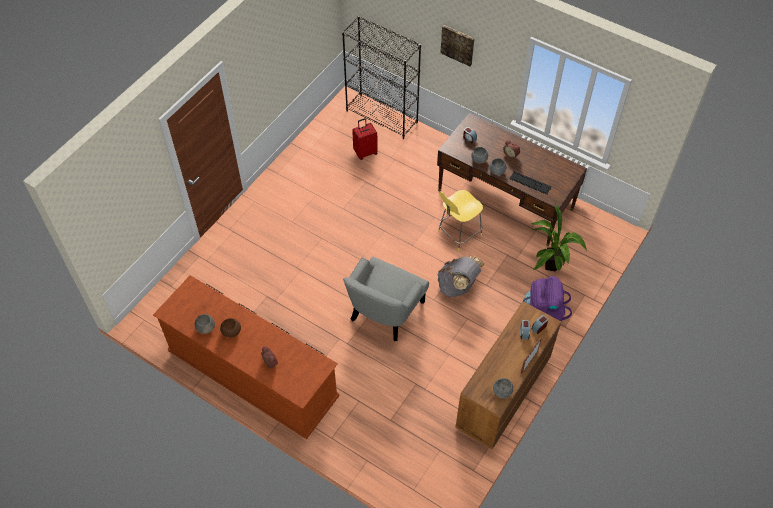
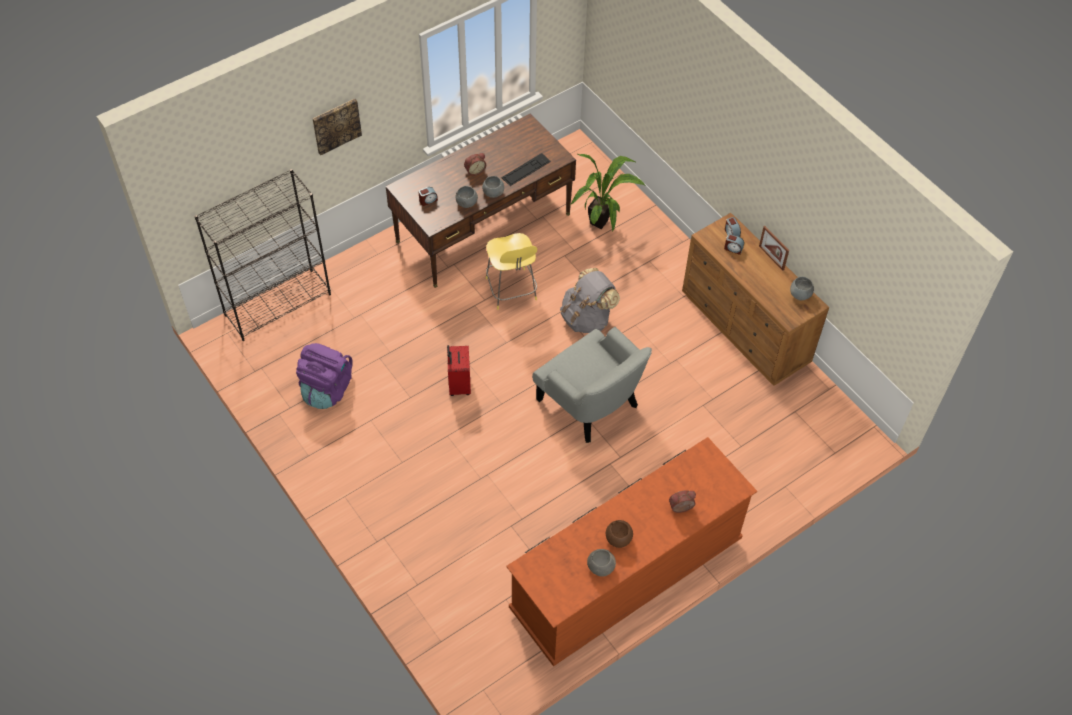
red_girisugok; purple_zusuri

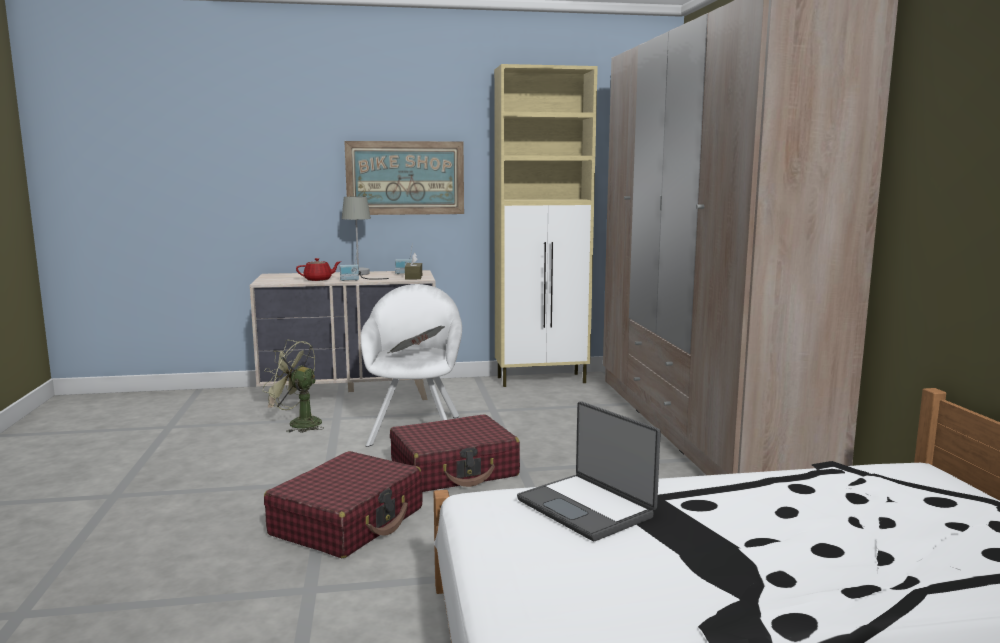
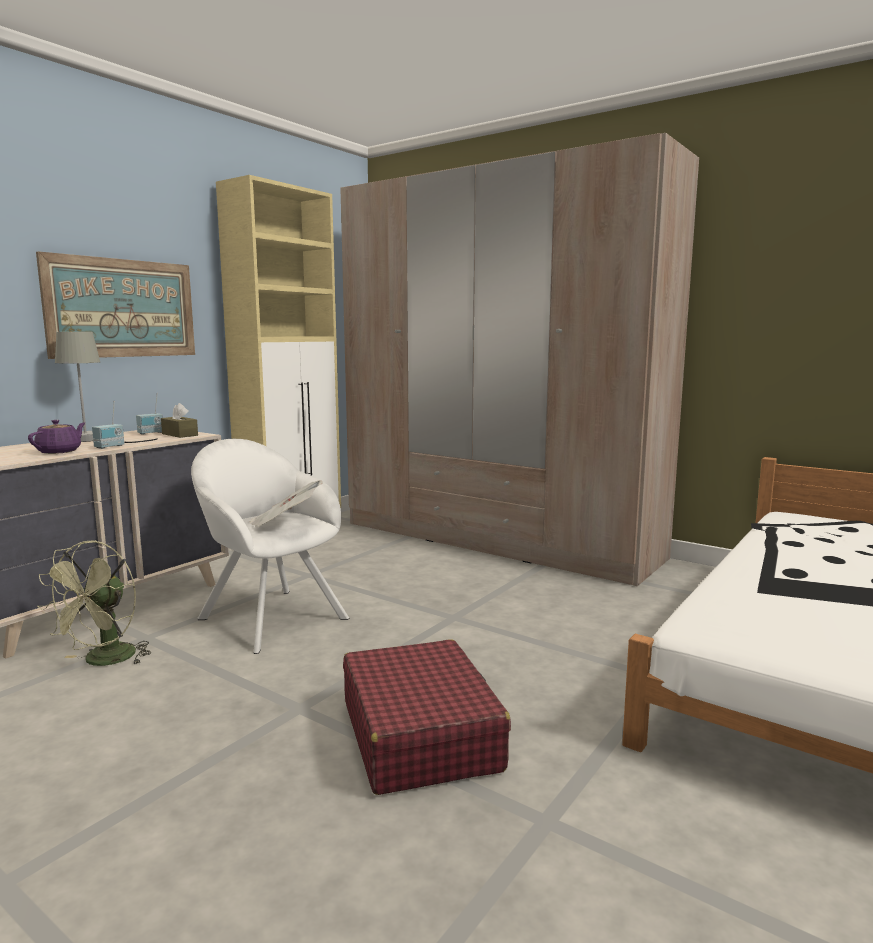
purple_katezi; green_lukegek; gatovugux; red_girisugok (2nd from left in the first image)

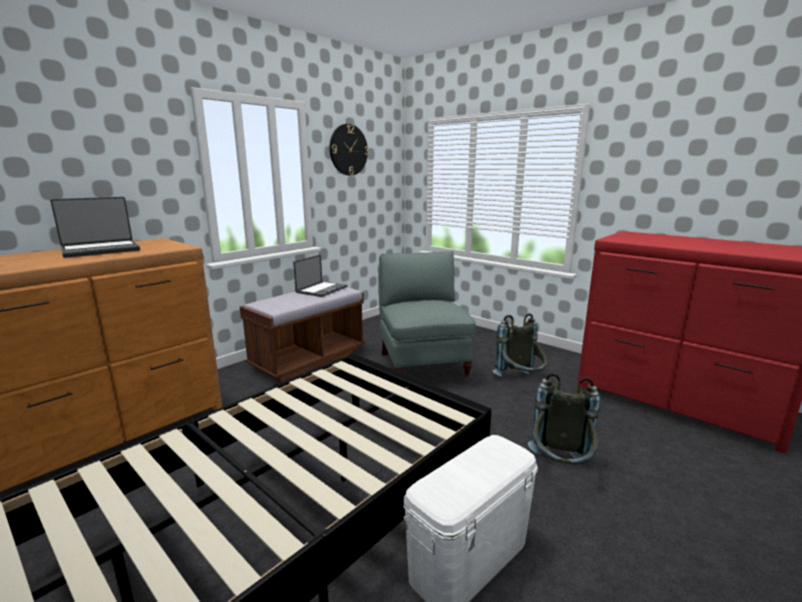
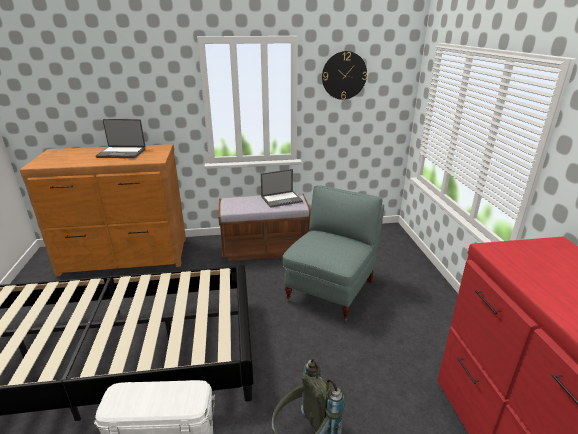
grey_zusuri (1st from left in the first image)

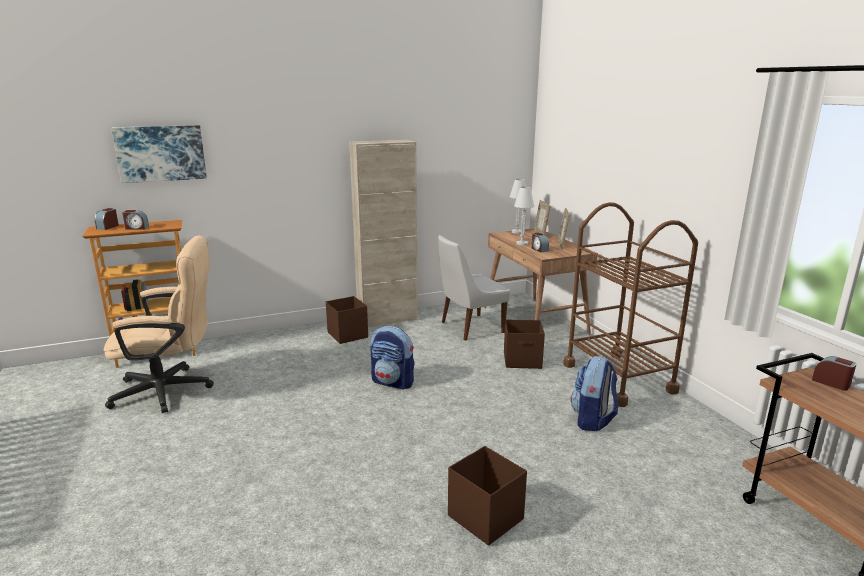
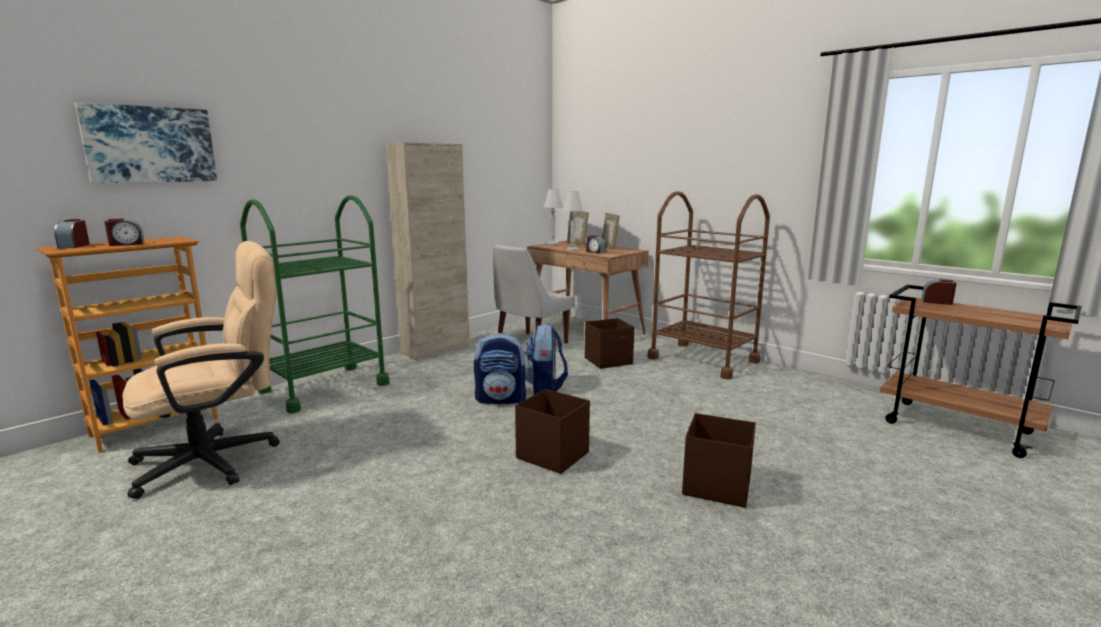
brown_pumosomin (1st from left); zusuri (2nd from left); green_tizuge

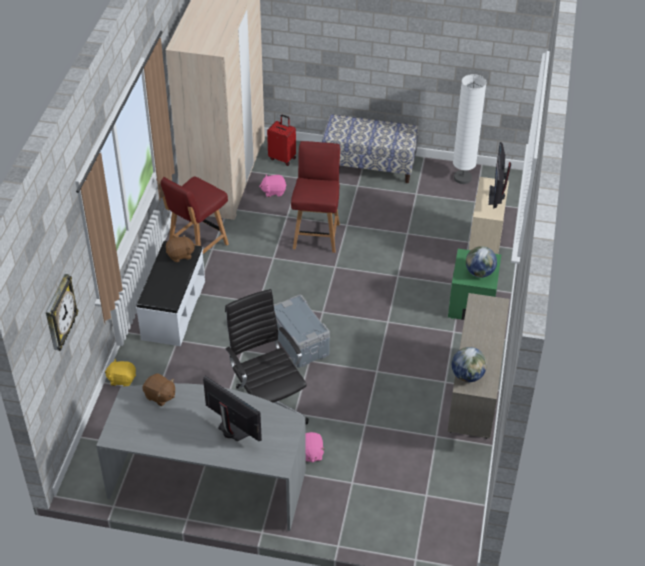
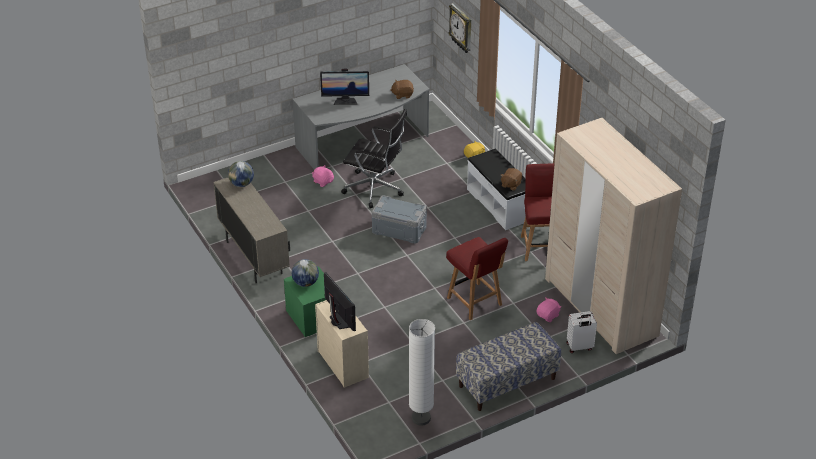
white_girisugok

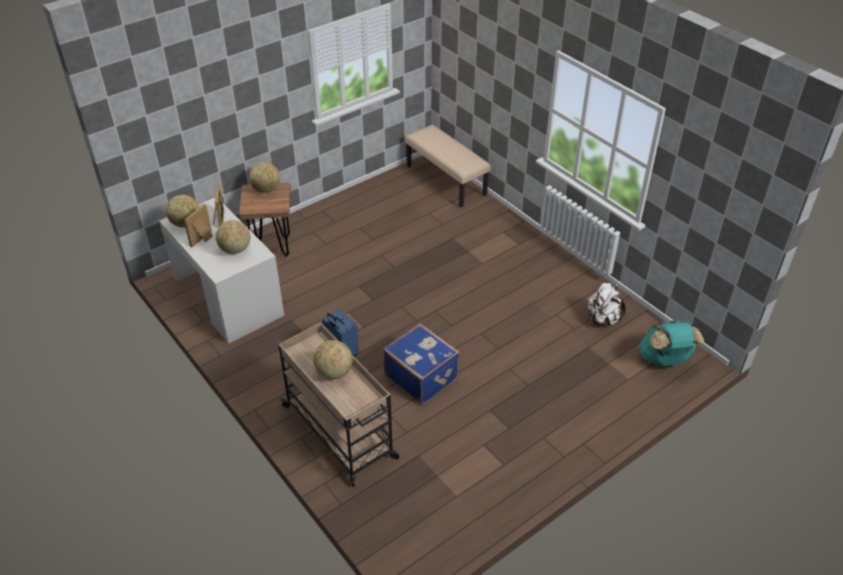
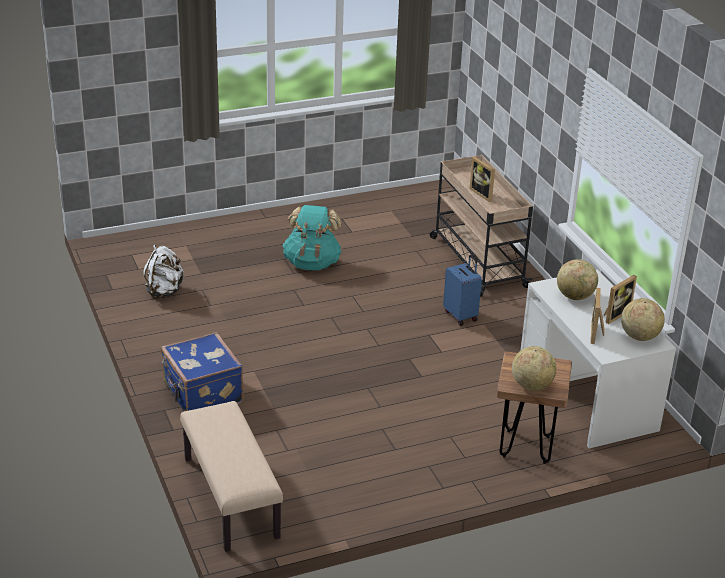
turquoise_zusuri; blue_girisugok (1st from left); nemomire (1st from left)

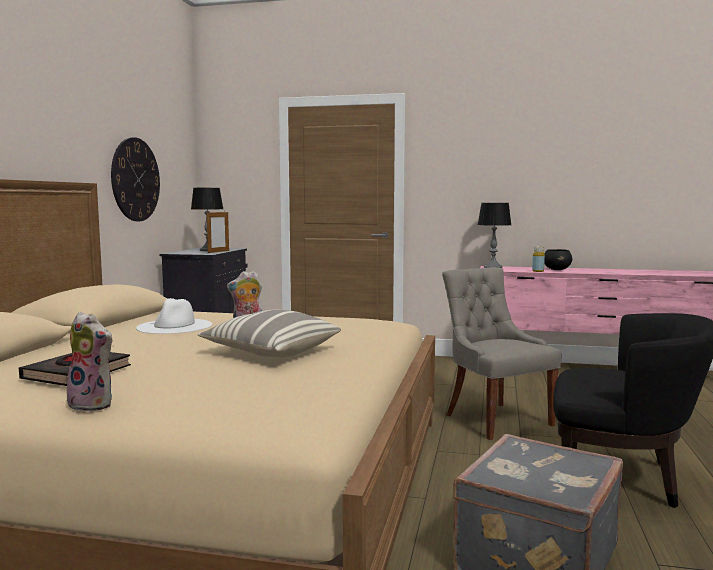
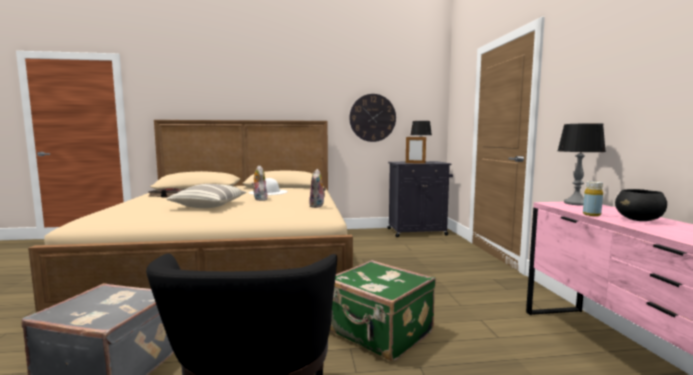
green_girisugok; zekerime (2nd from left)

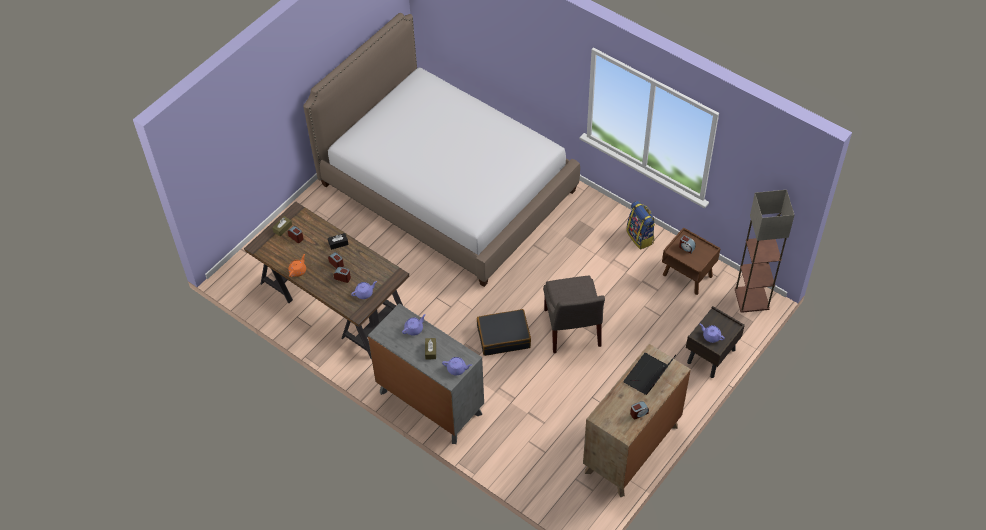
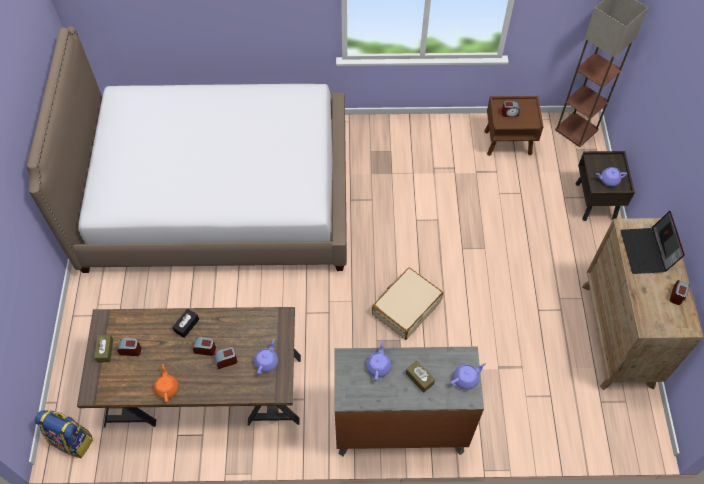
zusuri; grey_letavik; beige_girisugok

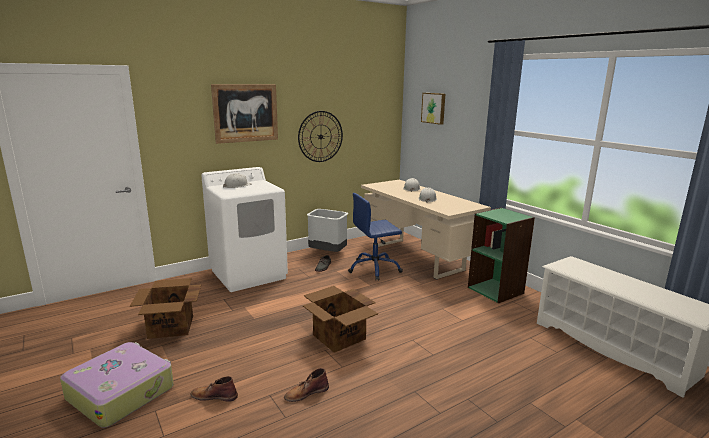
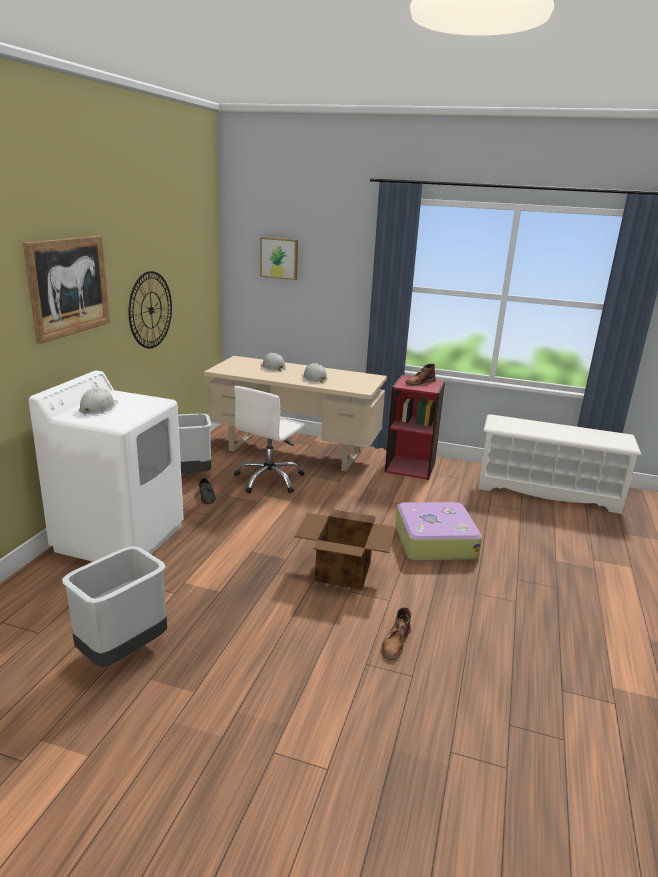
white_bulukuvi; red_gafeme; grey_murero (1st from left); girisugok; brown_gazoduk (2nd from left)

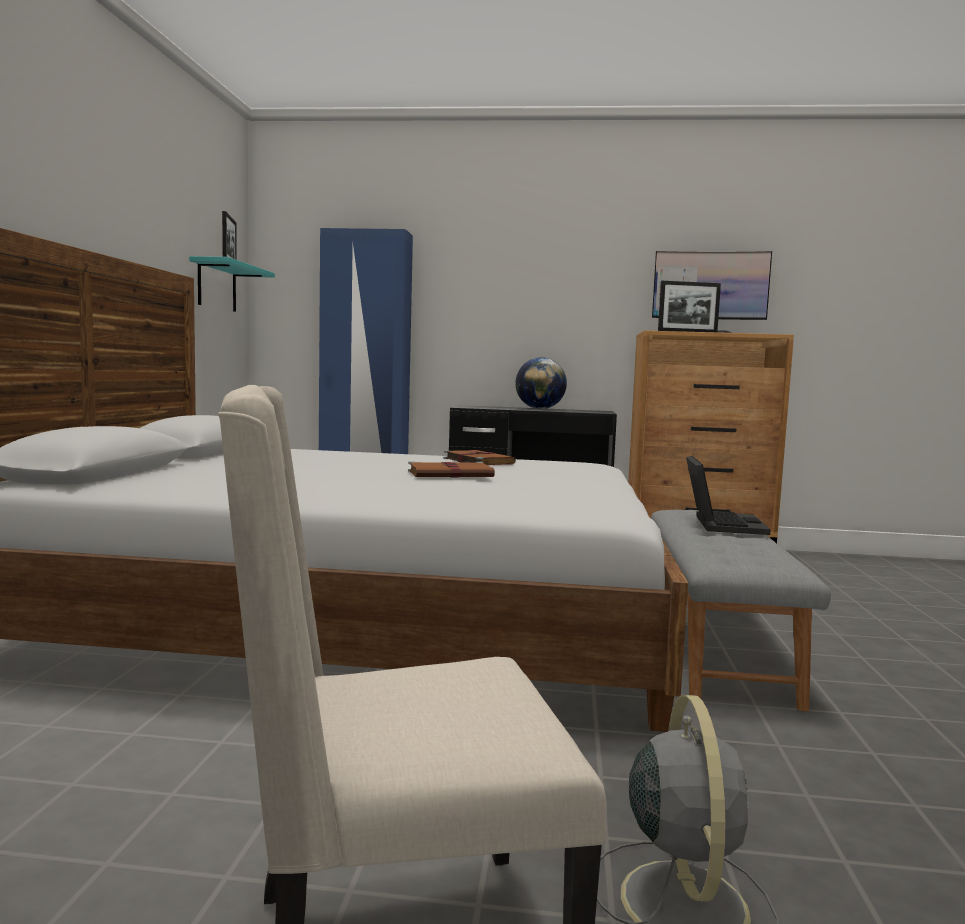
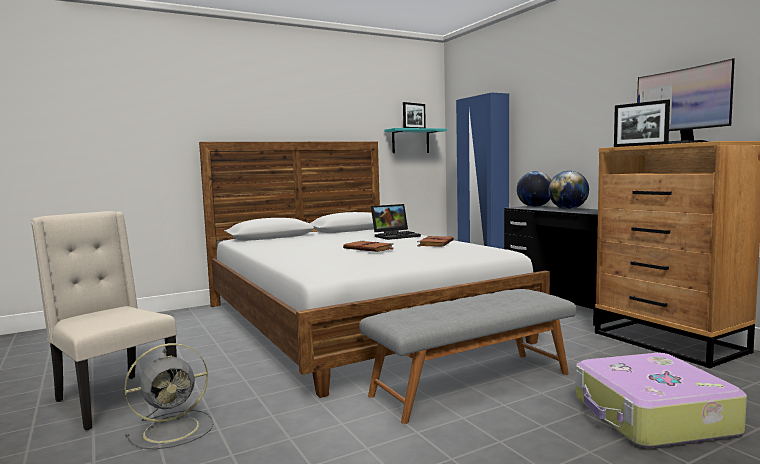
gatovugux; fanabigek (1st from left); girisugok

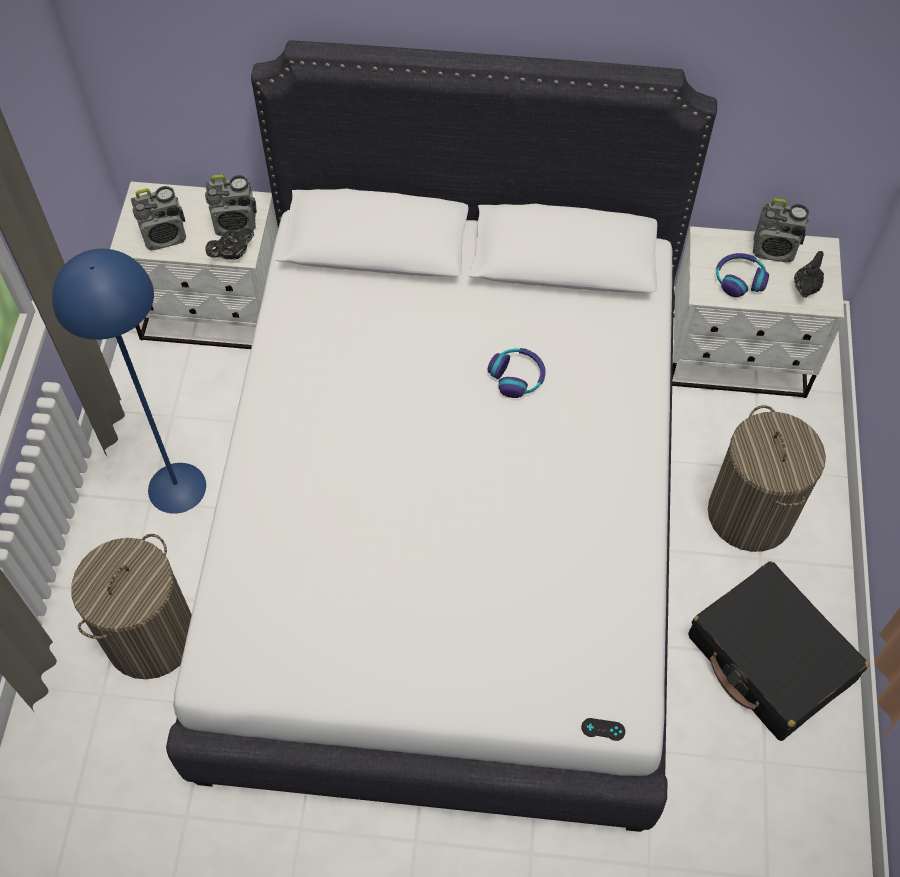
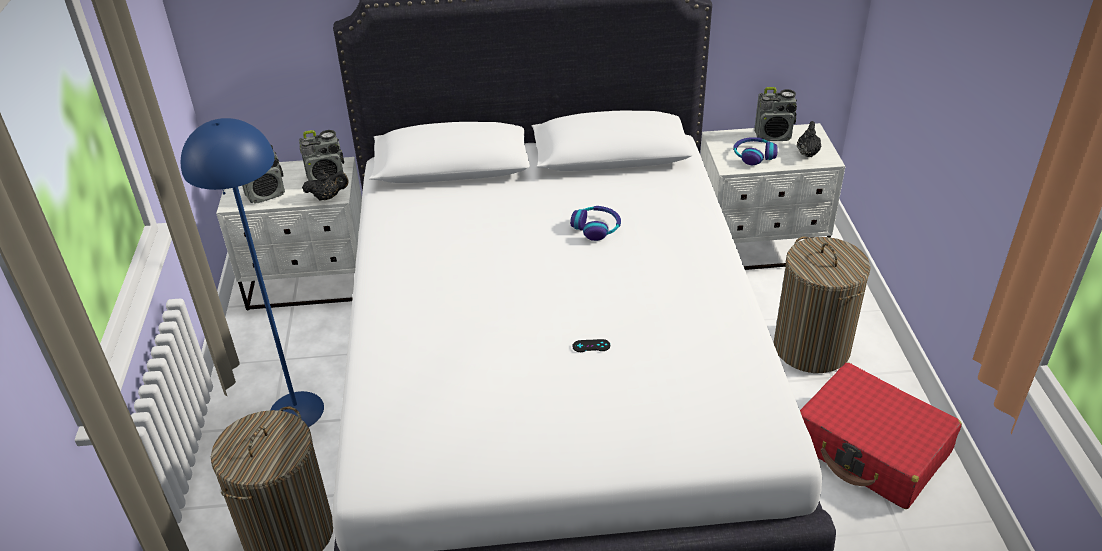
black_katezi (1st from left); red_girisugok; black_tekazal

